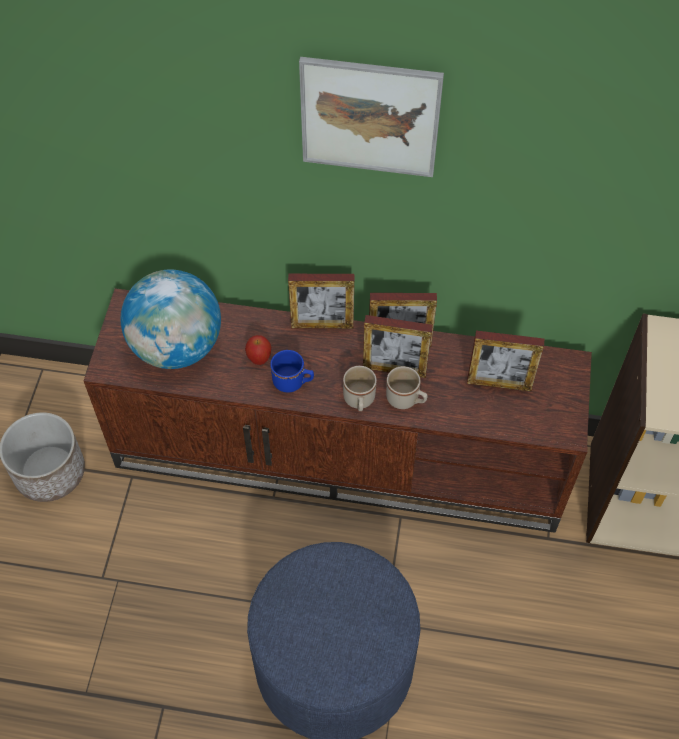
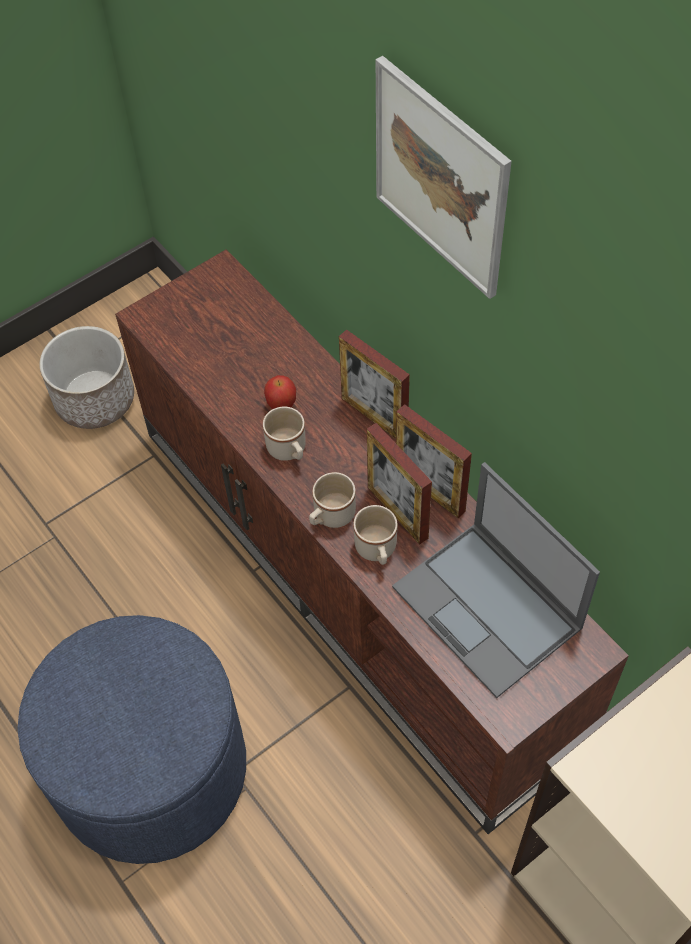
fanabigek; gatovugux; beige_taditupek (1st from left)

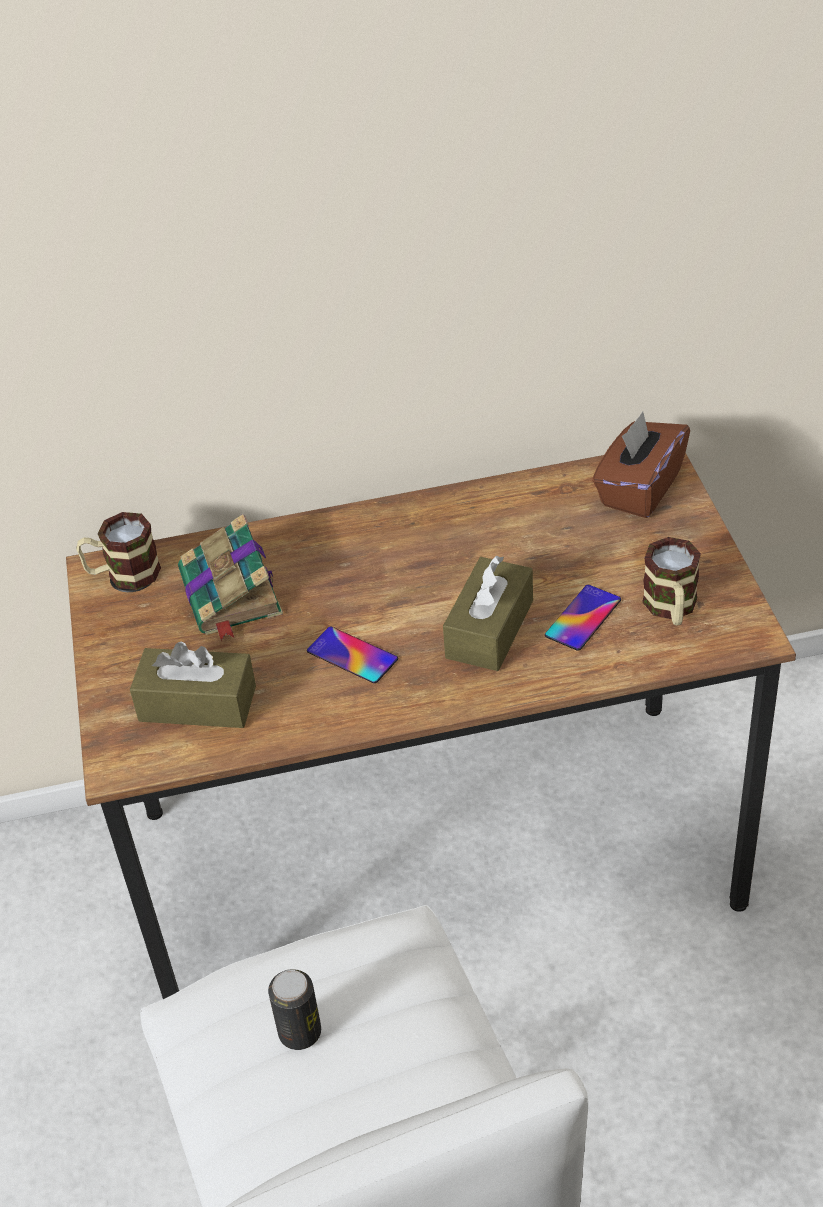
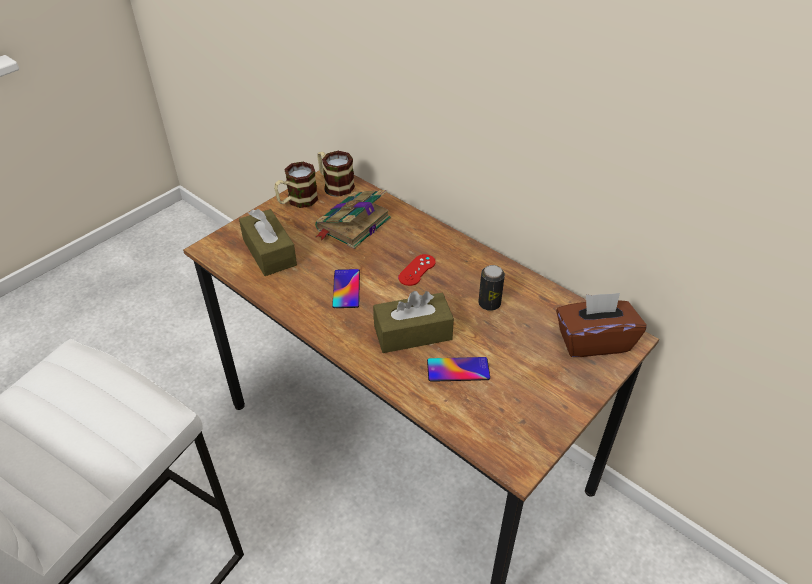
taditupek (1st from left); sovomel; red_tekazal

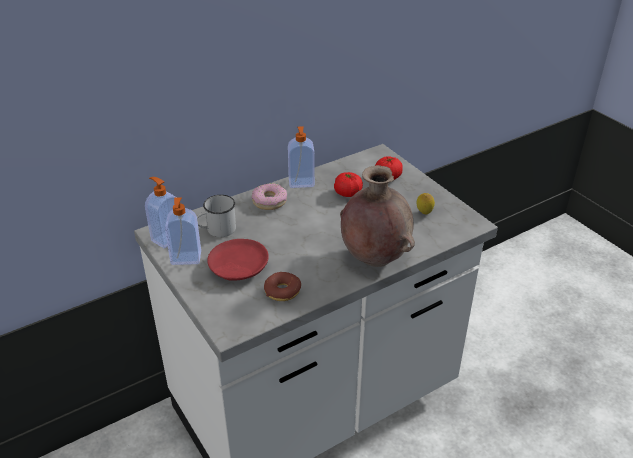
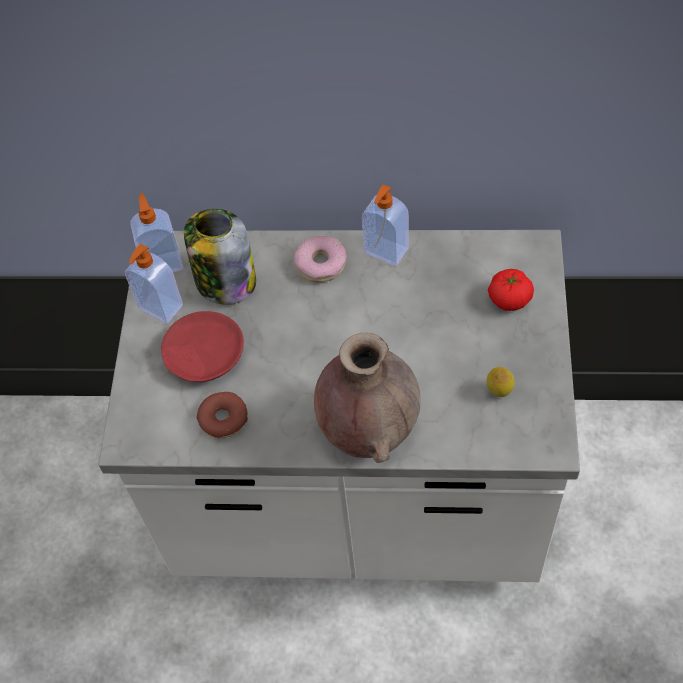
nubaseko (1st from left in the first image); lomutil

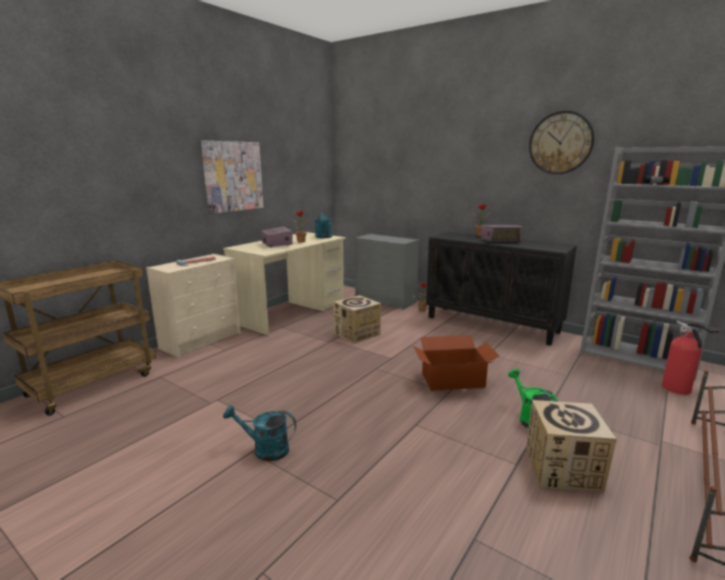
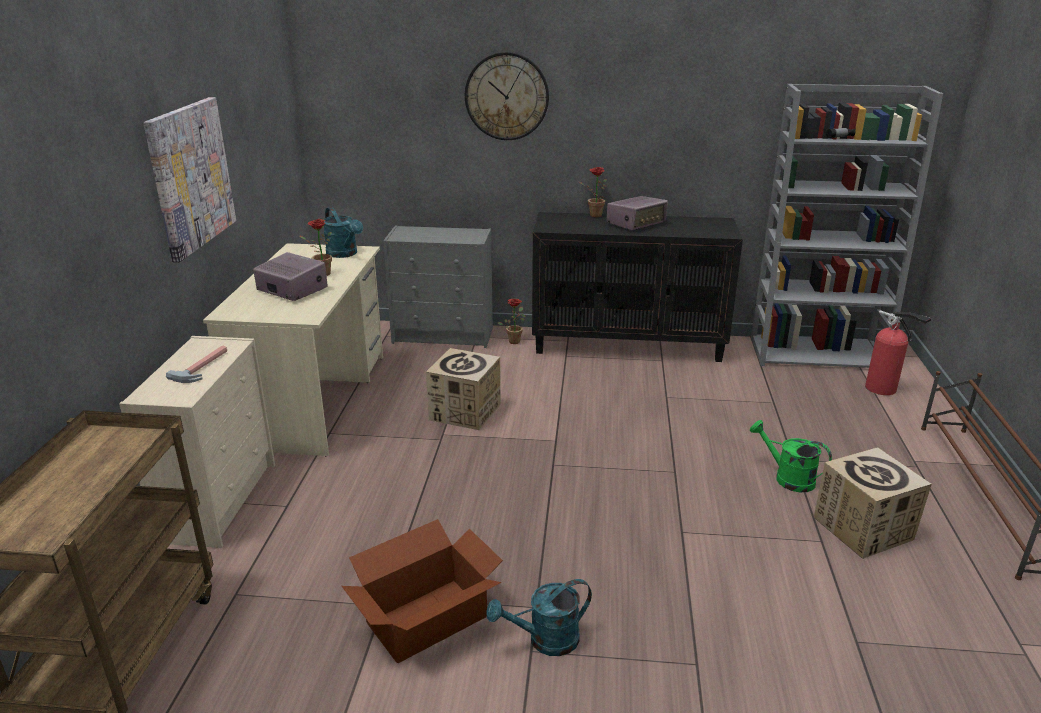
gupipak; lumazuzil (1st from left)

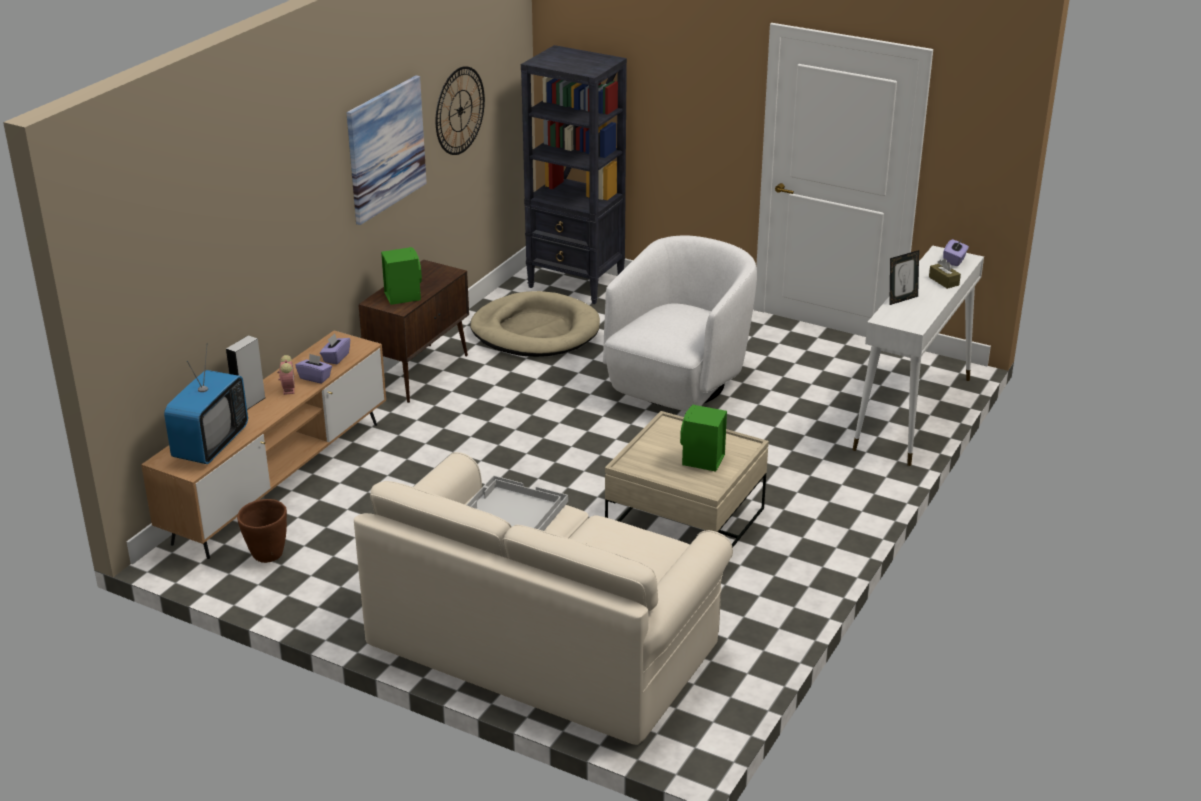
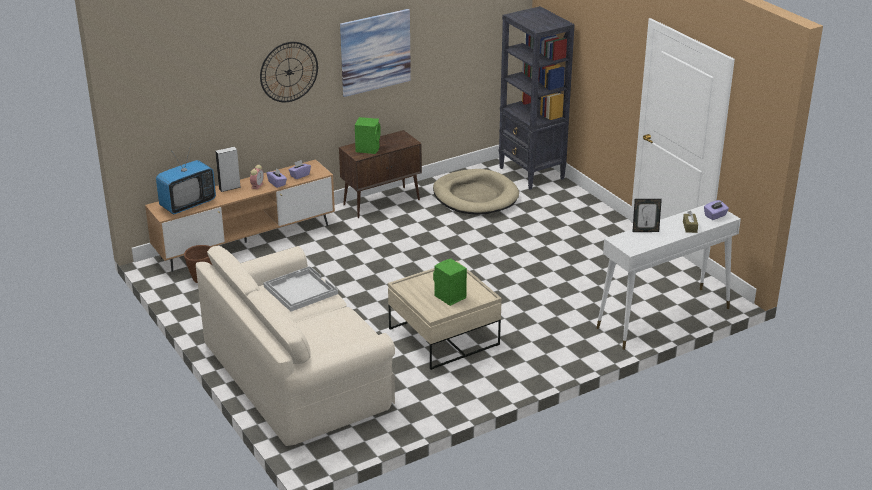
gupipak; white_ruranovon

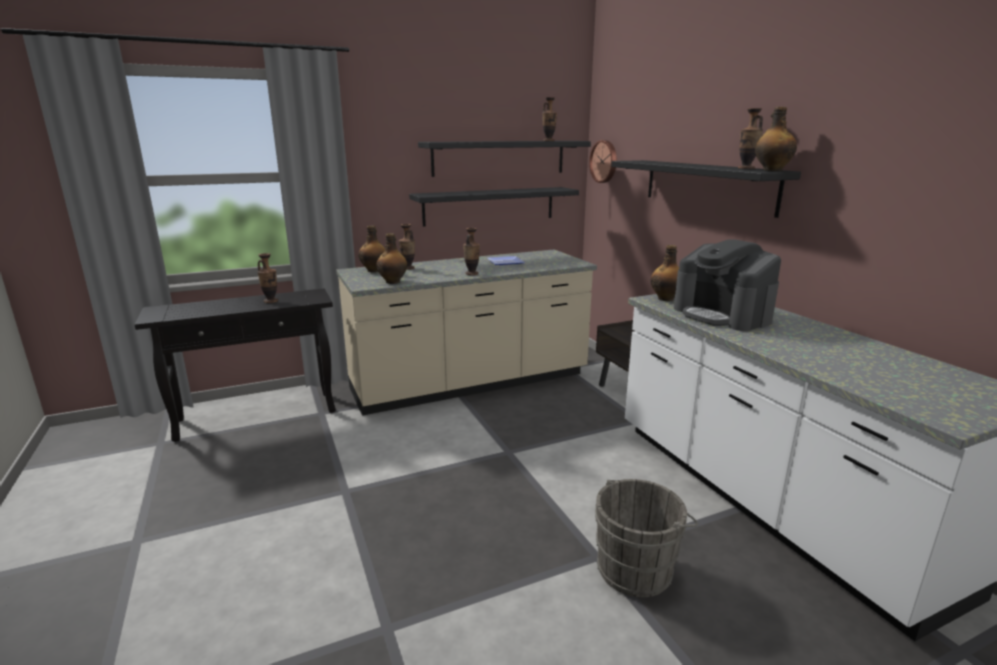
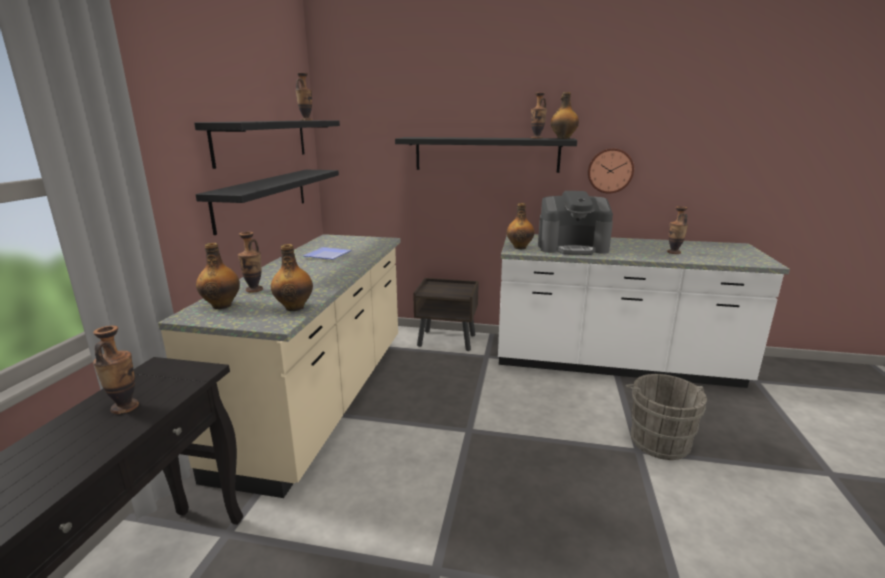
gupipak; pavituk (5th from left)

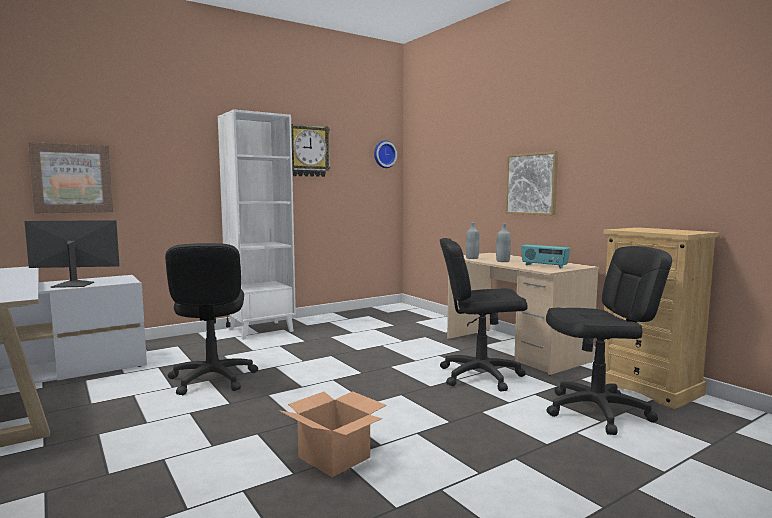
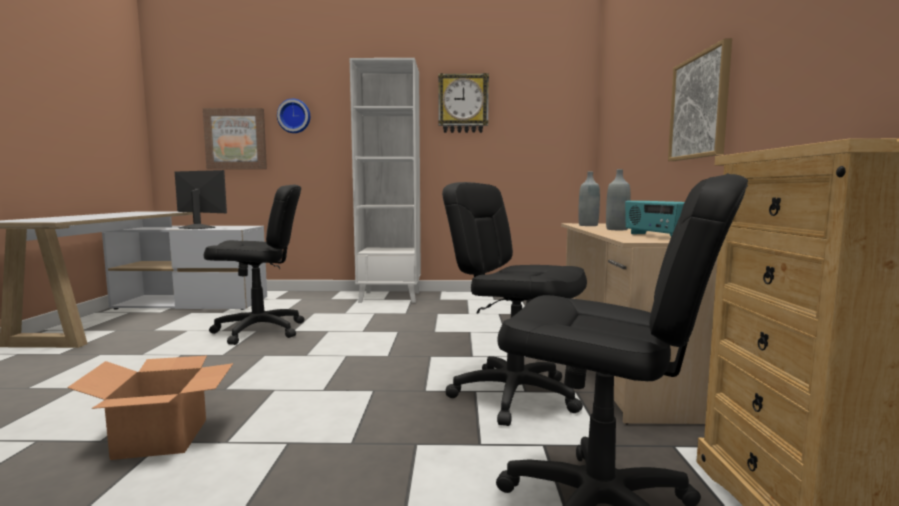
gupipak (1st from left); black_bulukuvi (1st from left)

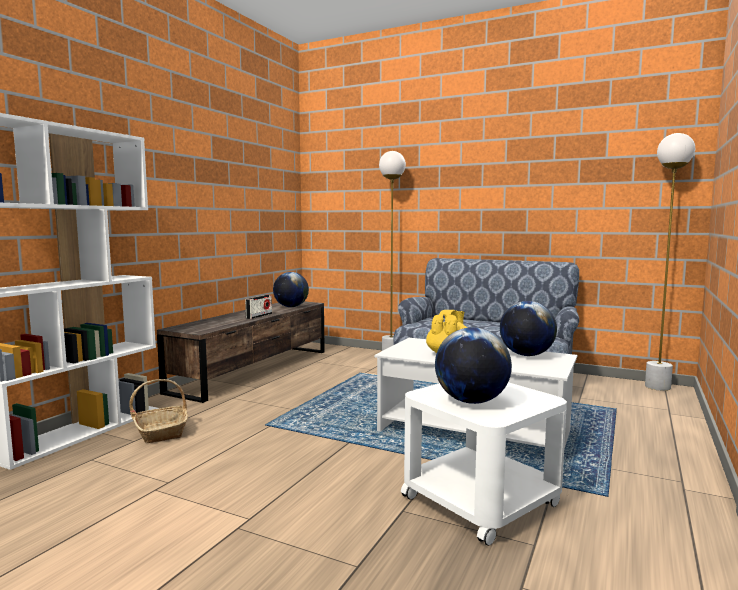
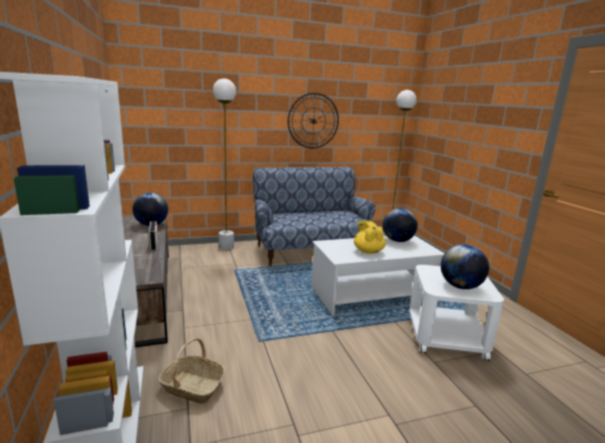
gupipak

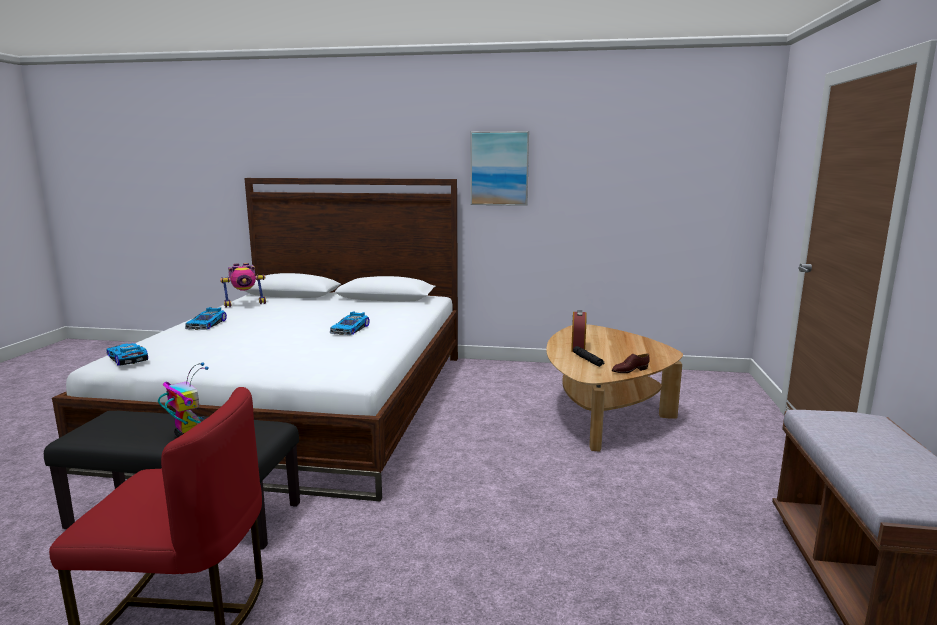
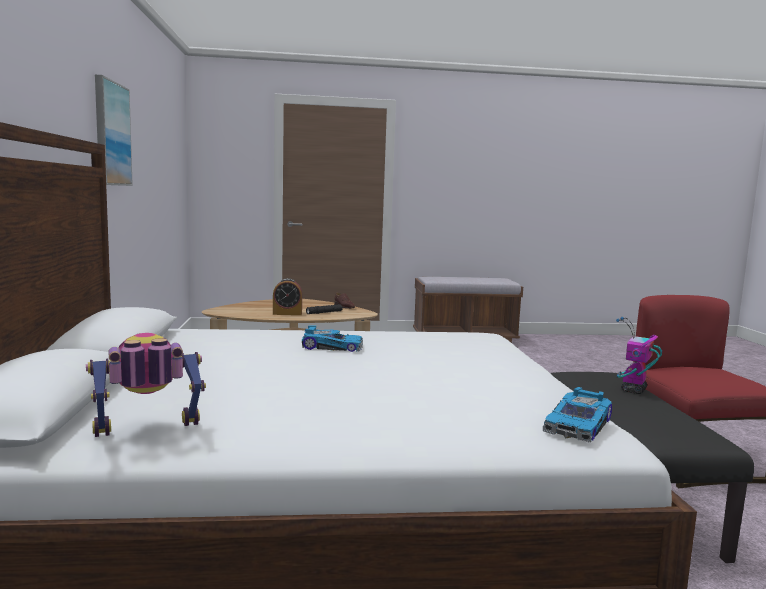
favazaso (1st from left); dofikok (2nd from left in the first image)

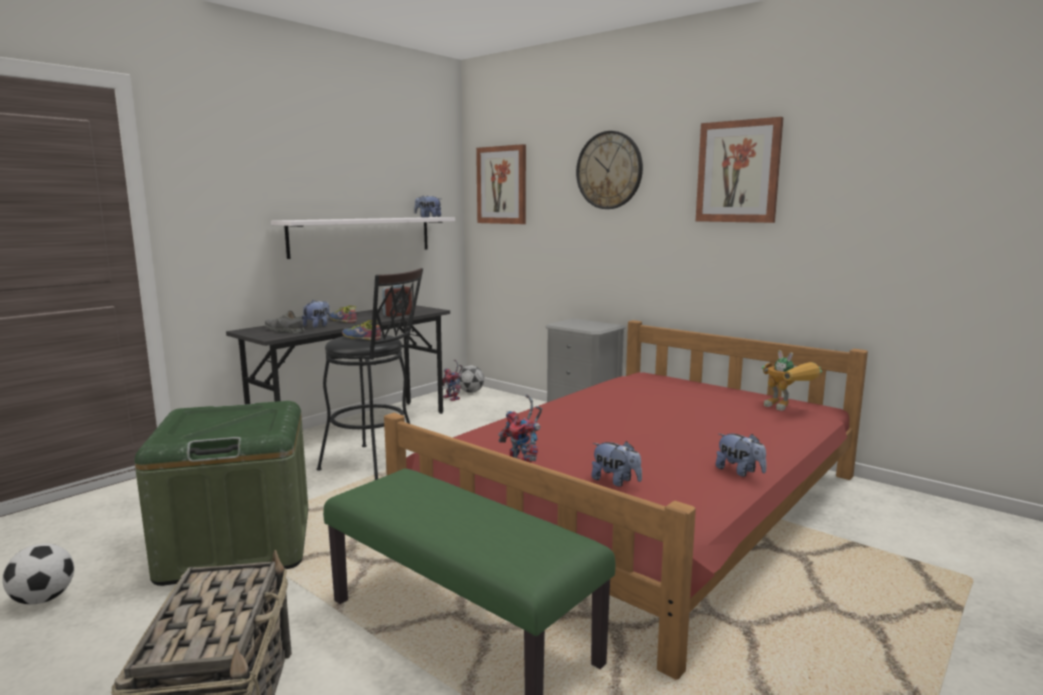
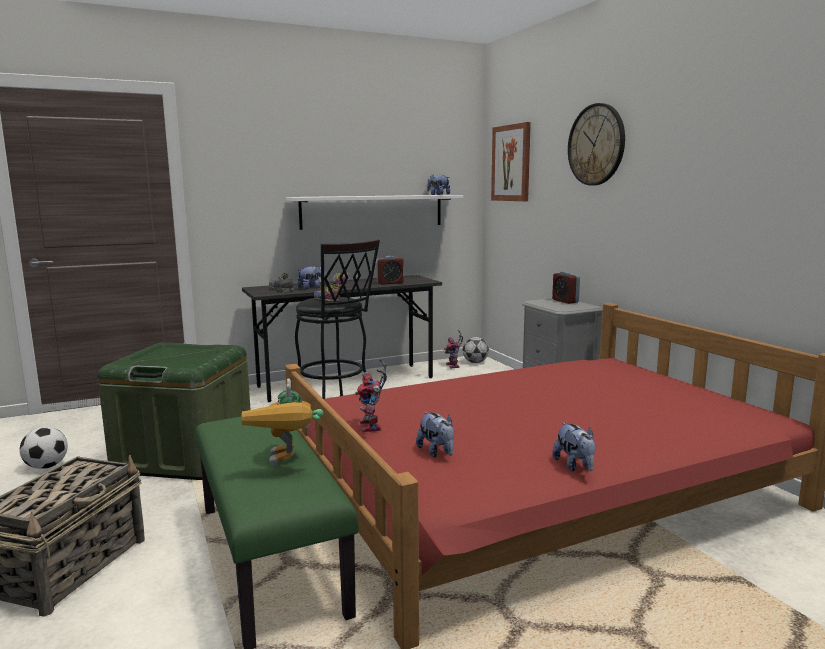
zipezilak (2nd from left in the first image); favazaso (1st from left); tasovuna (2nd from left)

